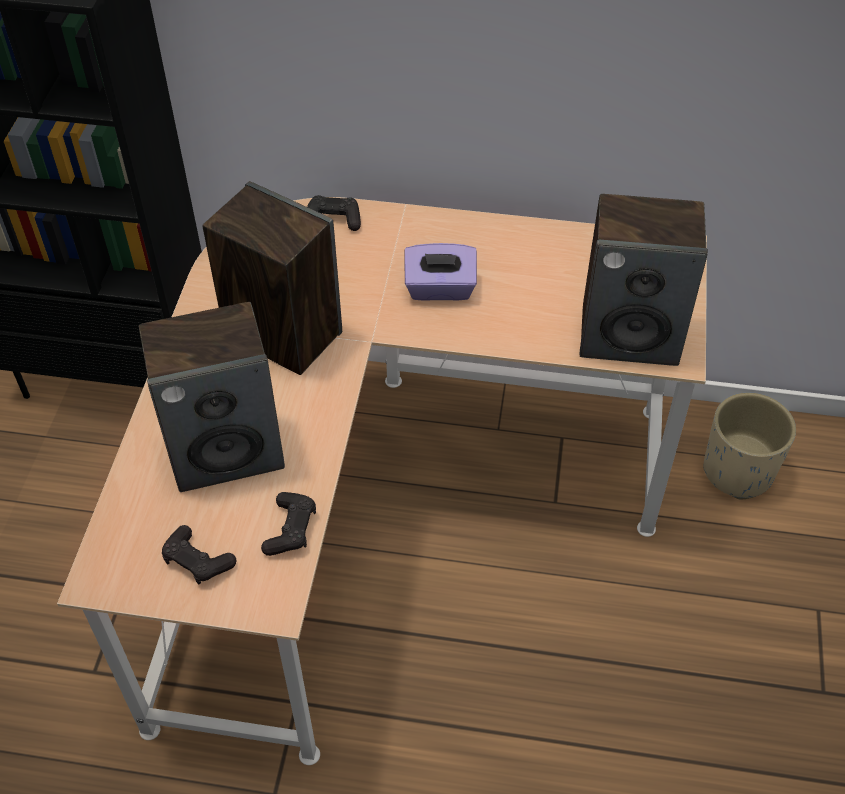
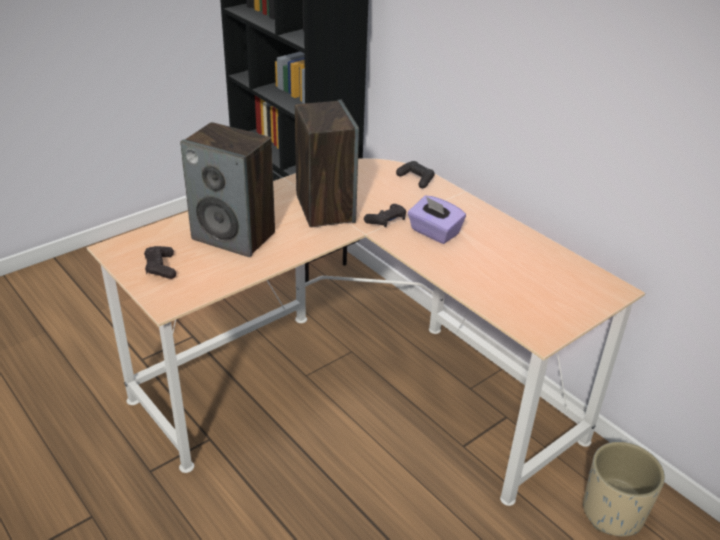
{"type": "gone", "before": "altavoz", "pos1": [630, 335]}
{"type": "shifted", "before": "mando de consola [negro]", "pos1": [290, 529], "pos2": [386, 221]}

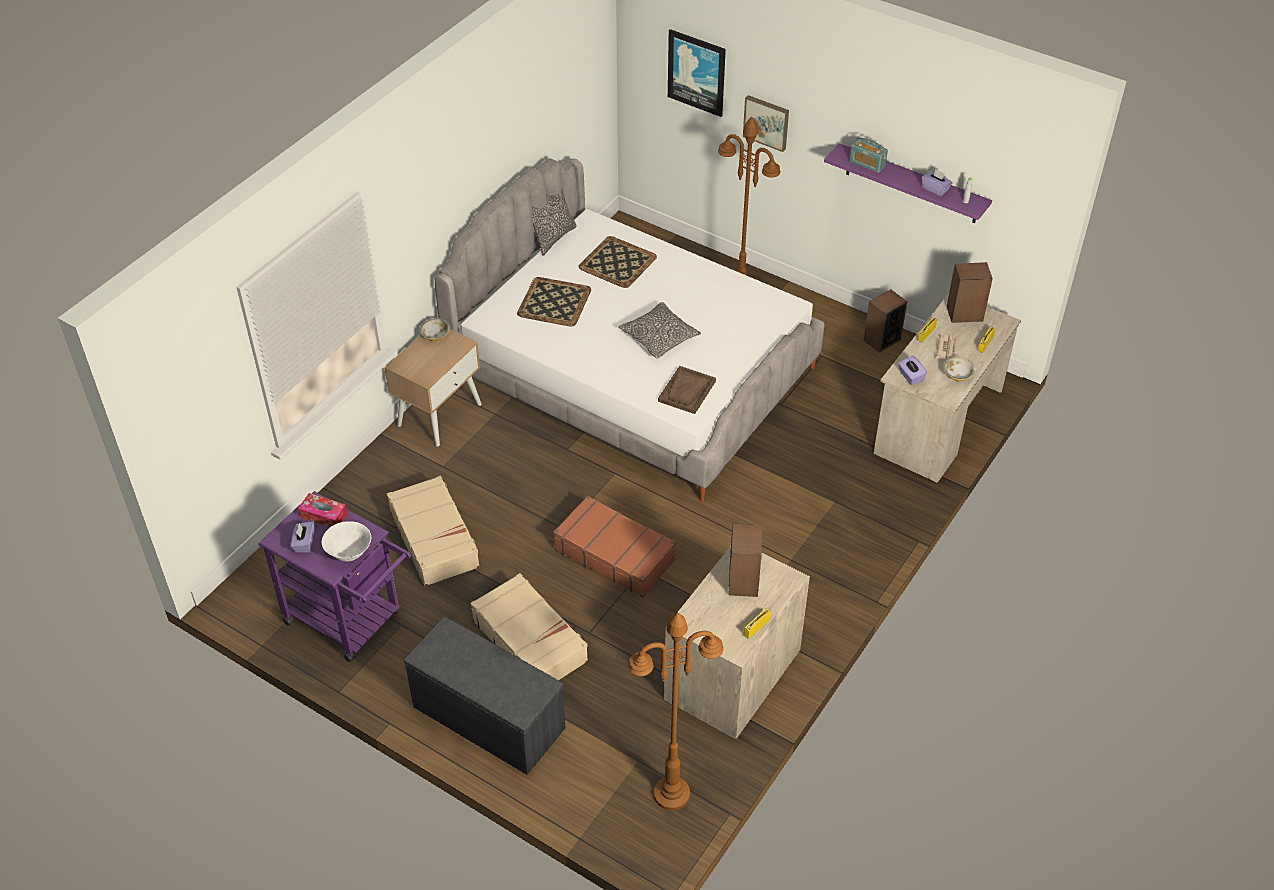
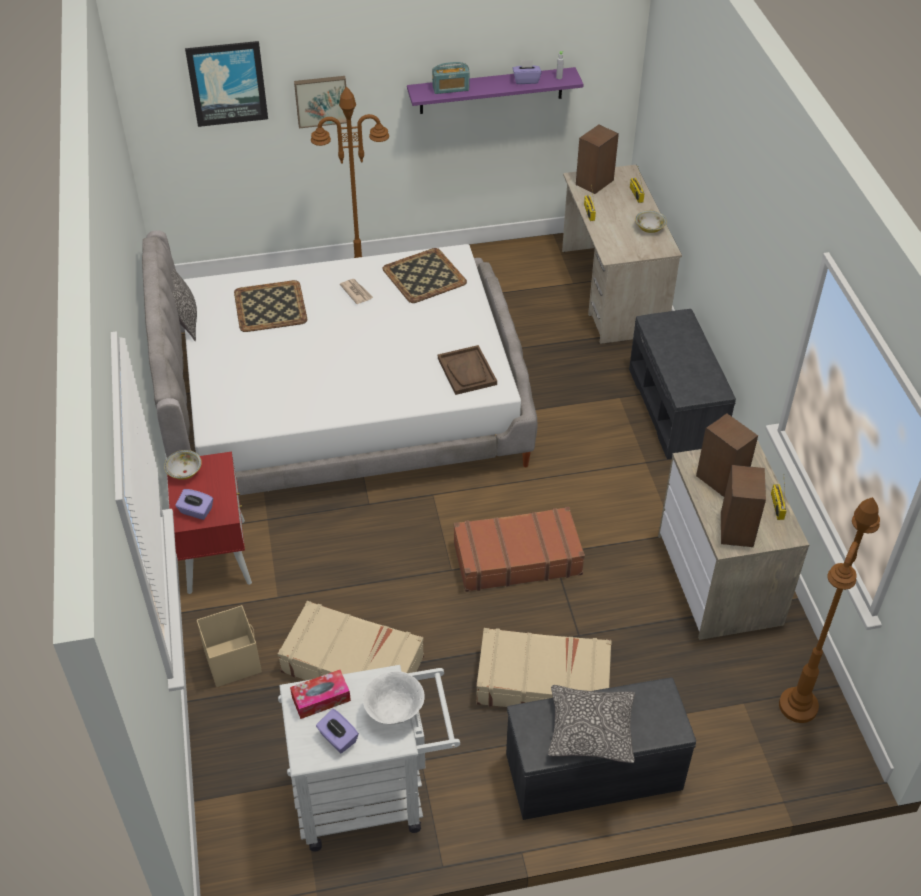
{"type": "new", "after": "caja de almacenaje [beis]", "pos2": [232, 660]}
{"type": "new", "after": "banco [gris]", "pos2": [676, 409]}
{"type": "shifted", "before": "bandeja", "pos1": [554, 301], "pos2": [423, 276]}
{"type": "shifted", "before": "cojín", "pos1": [659, 337], "pos2": [590, 730]}
{"type": "shifted", "before": "altavoz", "pos1": [881, 340], "pos2": [736, 529]}
{"type": "shifted", "before": "caja de pañuelos [morado]", "pos1": [910, 376], "pos2": [196, 511]}
{"type": "shifted", "before": "periódico", "pos1": [946, 348], "pos2": [356, 292]}
{"type": "repainted", "before": "carrito [morado]", "after": "carrito [blanco]", "pos1": [350, 621], "pos2": [371, 796]}
{"type": "repainted", "before": "mesita de noche [beis]", "after": "mesita de noche [rojo]", "pos1": [439, 414], "pos2": [216, 555]}

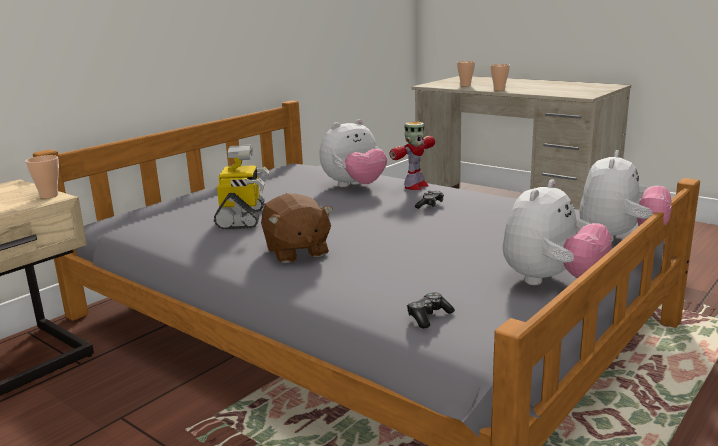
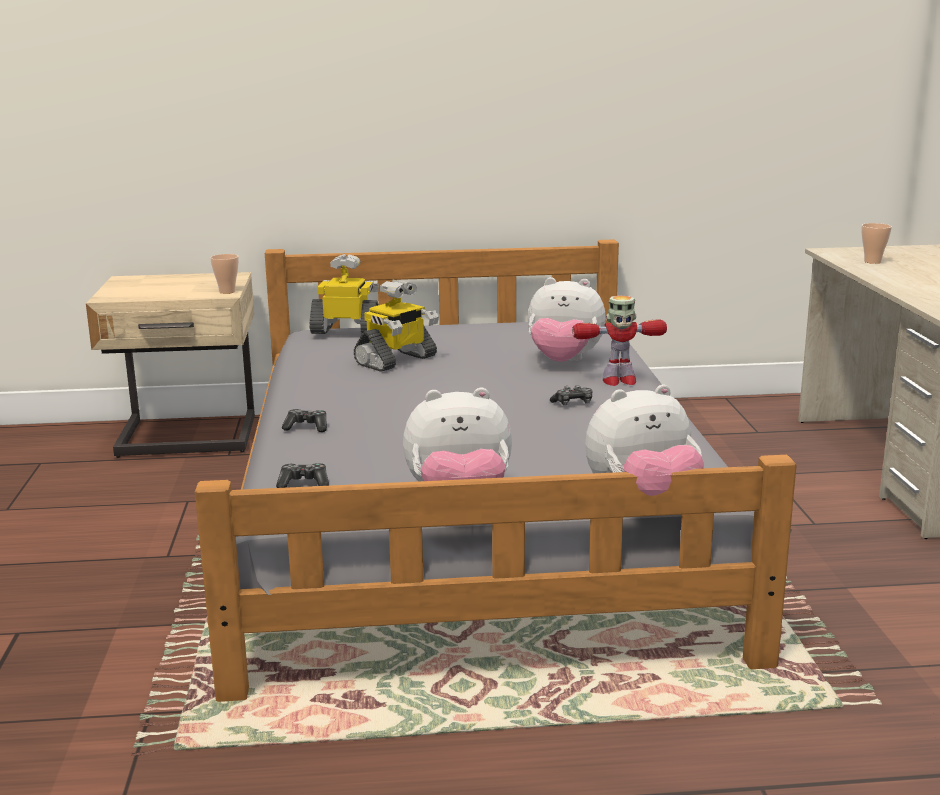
{"type": "gone", "before": "peluche [marrón]", "pos1": [296, 252]}
{"type": "gone", "before": "taza", "pos1": [499, 90]}
{"type": "new", "after": "mando de consola", "pos2": [307, 427]}
{"type": "new", "after": "robot de juguete", "pos2": [347, 330]}

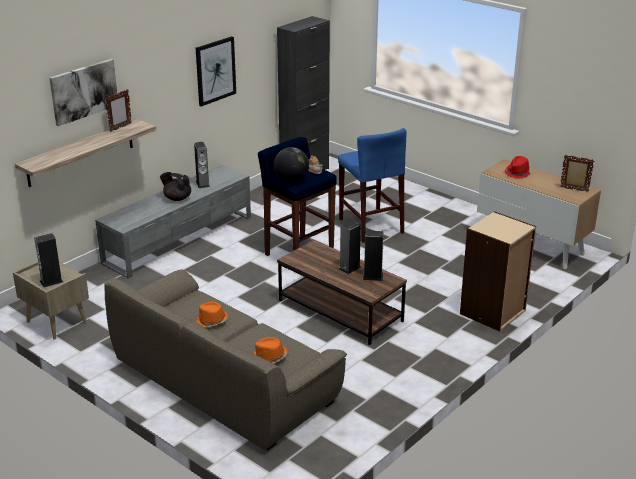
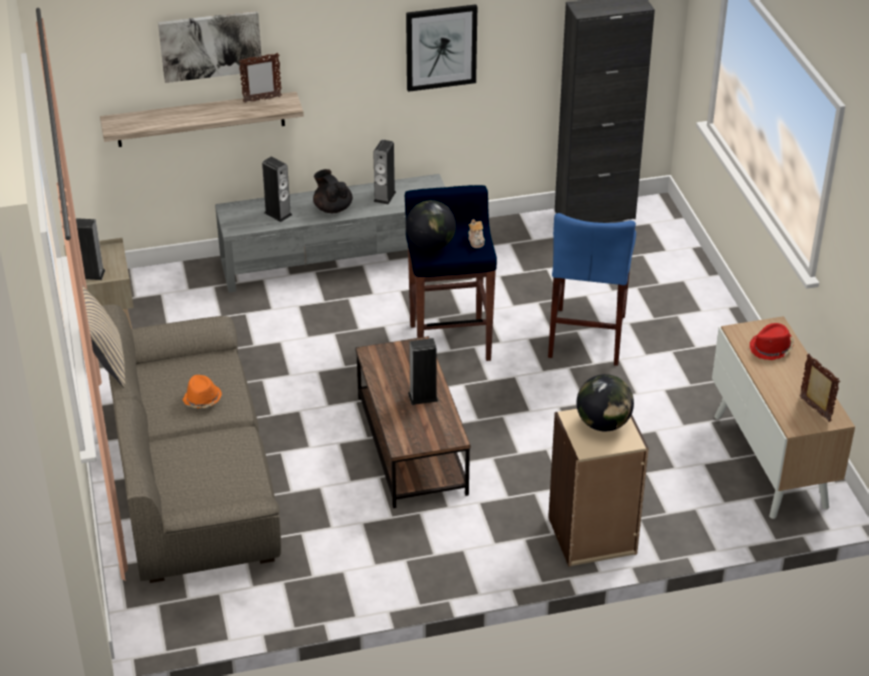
{"type": "gone", "before": "sombrero [naranja]", "pos1": [269, 358]}
{"type": "new", "after": "cojín [beis]", "pos2": [106, 364]}
{"type": "new", "after": "globo terráqueo", "pos2": [603, 424]}
{"type": "shifted", "before": "altavoz", "pos1": [372, 276], "pos2": [278, 214]}

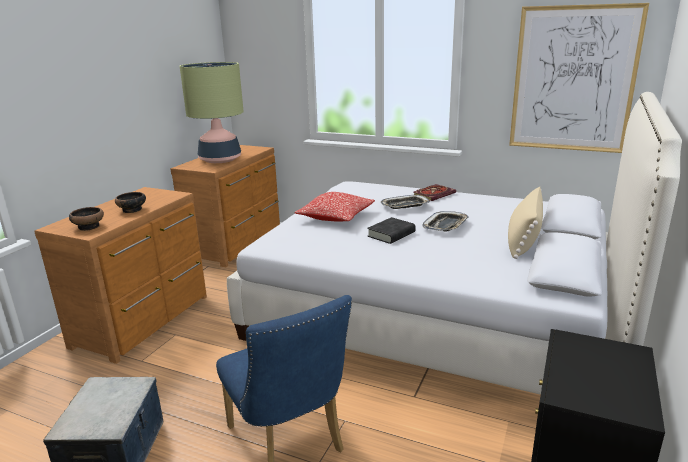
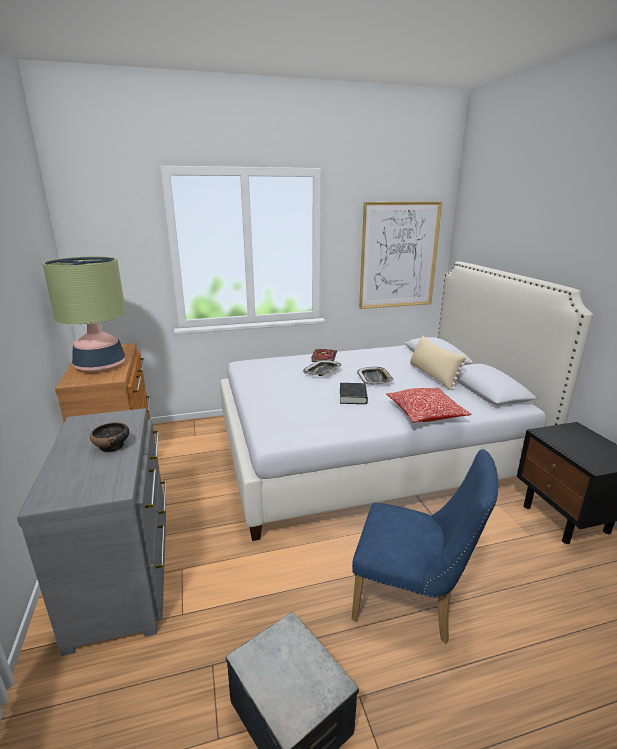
{"type": "gone", "before": "cuenco", "pos1": [89, 226]}
{"type": "shifted", "before": "cojín", "pos1": [336, 217], "pos2": [425, 414]}
{"type": "repainted", "before": "cómoda [marrón]", "after": "cómoda [gris]", "pos1": [145, 321], "pos2": [125, 572]}

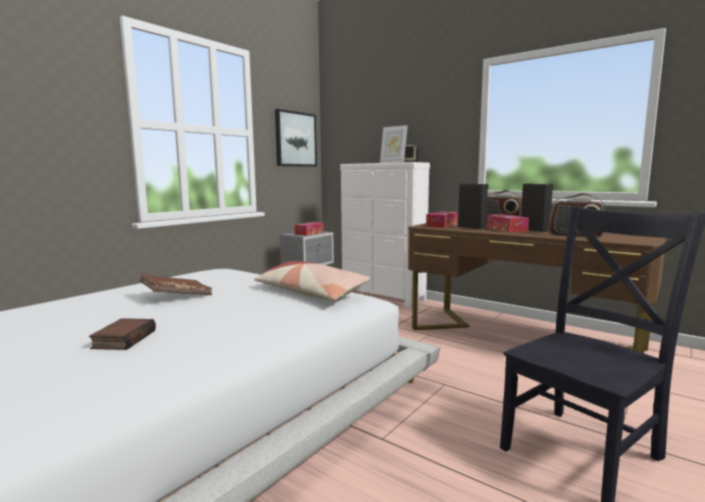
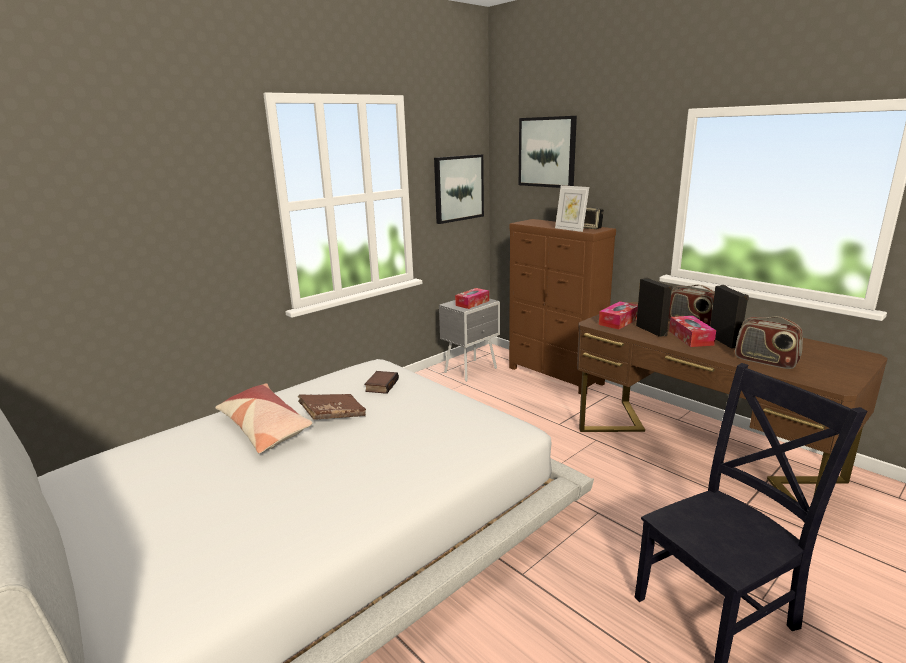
{"type": "new", "after": "cuadro", "pos2": [547, 152]}
{"type": "shifted", "before": "libro", "pos1": [123, 339], "pos2": [381, 385]}
{"type": "shifted", "before": "cojín", "pos1": [311, 293], "pos2": [264, 428]}
{"type": "repainted", "before": "cómoda [blanco]", "after": "cómoda [marrón]", "pos1": [382, 297], "pos2": [554, 376]}

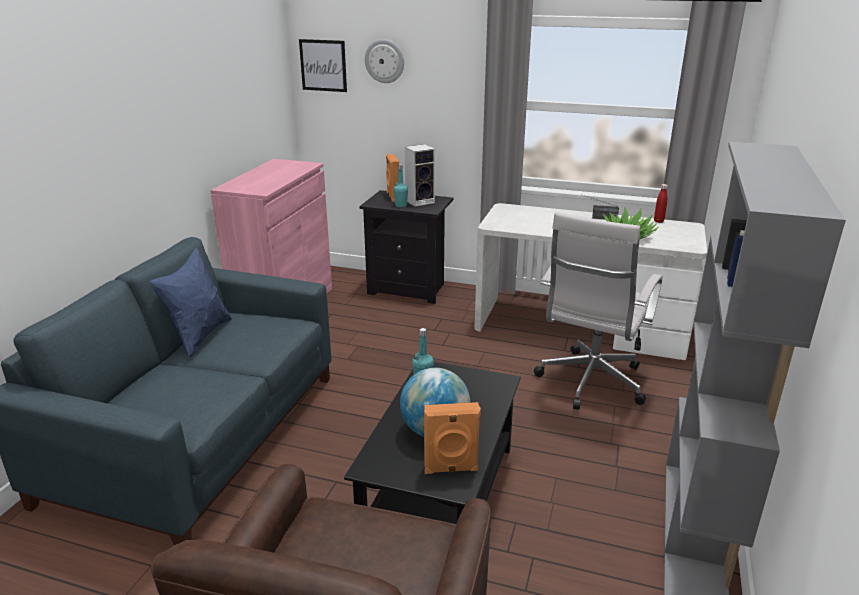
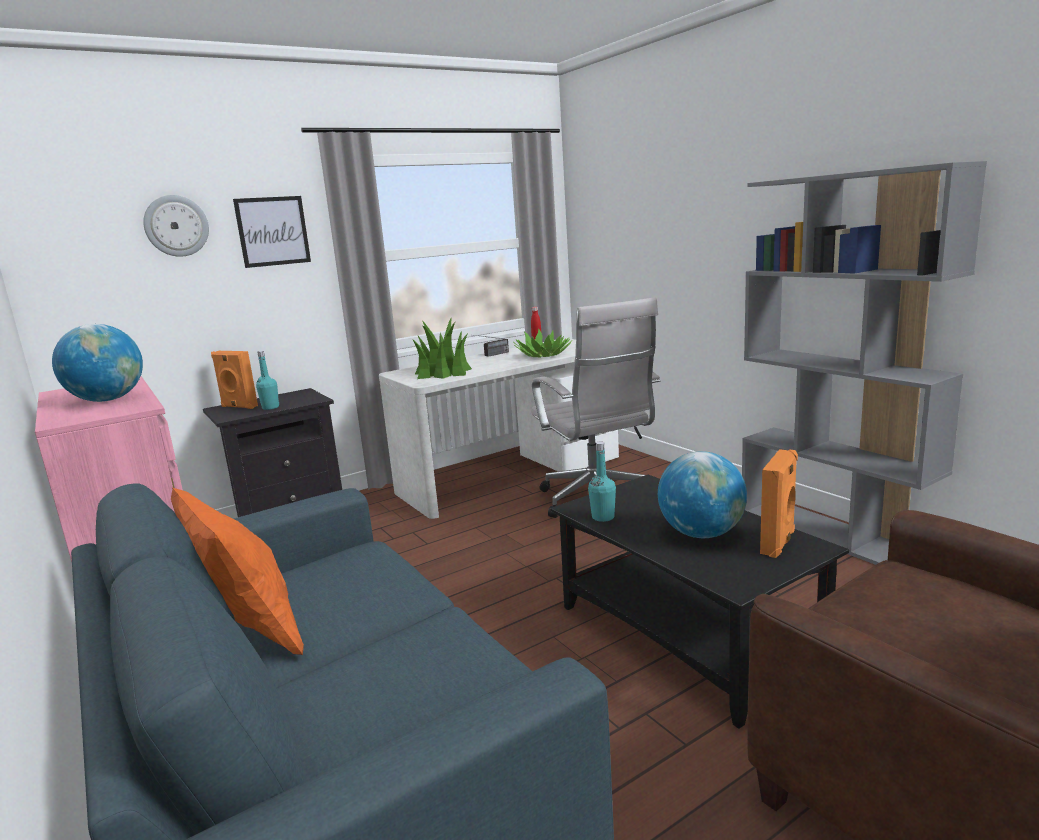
{"type": "gone", "before": "altavoz", "pos1": [420, 201]}
{"type": "new", "after": "globo terráqueo", "pos2": [107, 400]}
{"type": "new", "after": "planta en maceta", "pos2": [443, 371]}
{"type": "shifted", "before": "cuadro", "pos1": [323, 65], "pos2": [273, 231]}
{"type": "repainted", "before": "cojín [azul]", "after": "cojín [naranja]", "pos1": [199, 336], "pos2": [249, 634]}

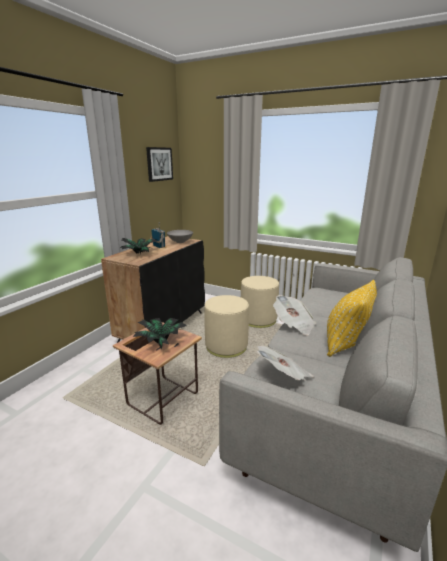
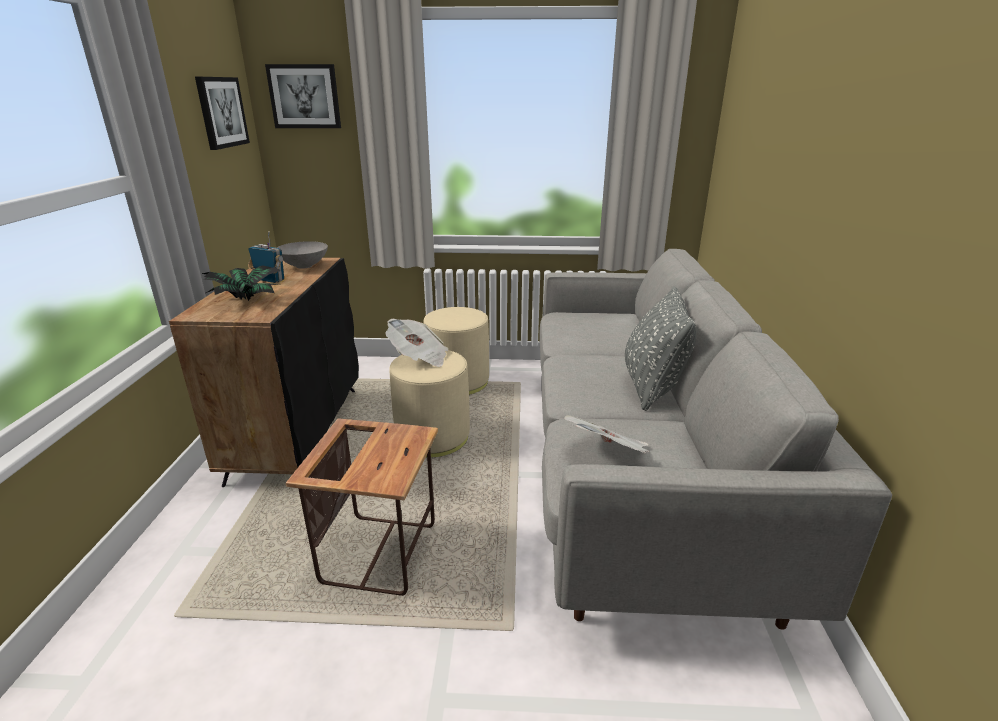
{"type": "gone", "before": "planta en maceta", "pos1": [162, 342]}
{"type": "new", "after": "cuadro", "pos2": [304, 96]}
{"type": "shifted", "before": "periódico", "pos1": [294, 325], "pos2": [419, 357]}
{"type": "repainted", "before": "cojín [amarillo]", "after": "cojín [gris]", "pos1": [346, 343], "pos2": [652, 387]}

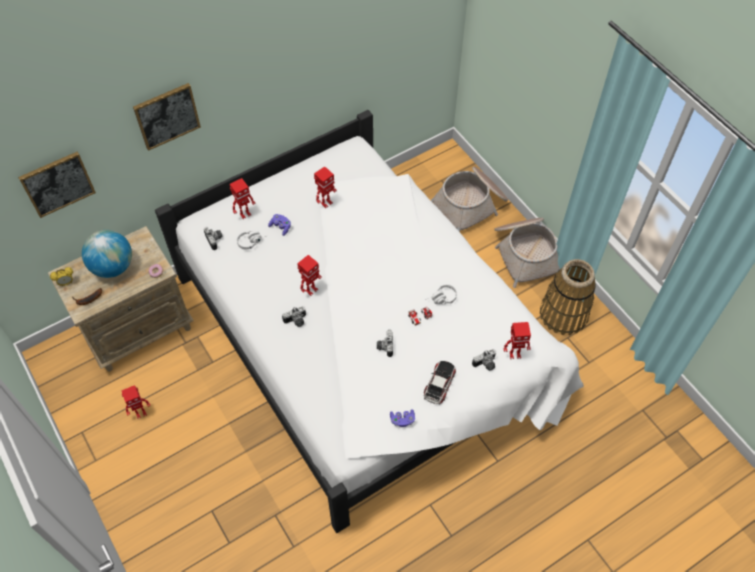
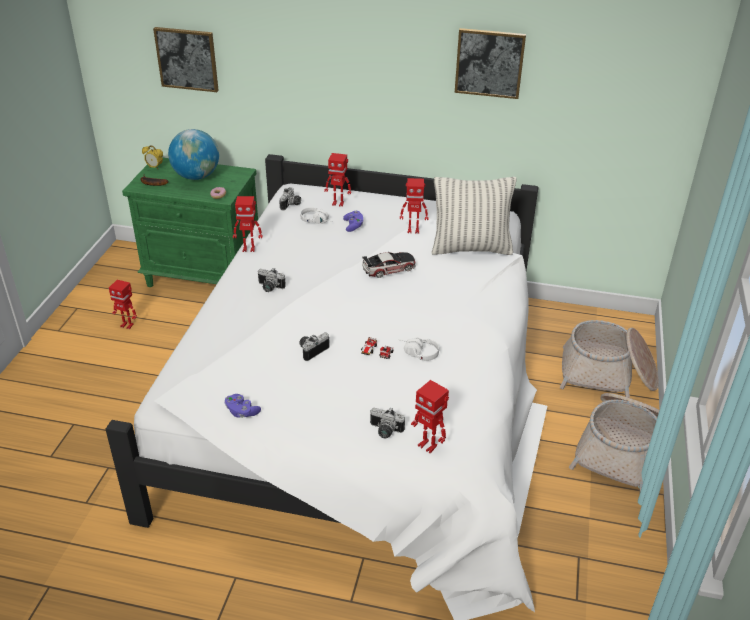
{"type": "gone", "before": "cesta", "pos1": [564, 314]}
{"type": "new", "after": "cojín", "pos2": [471, 248]}
{"type": "shifted", "before": "cuadro", "pos1": [167, 116], "pos2": [489, 63]}
{"type": "shifted", "before": "robot de juguete", "pos1": [311, 290], "pos2": [249, 249]}
{"type": "shifted", "before": "coche de juguete", "pos1": [439, 384], "pos2": [389, 268]}
{"type": "repainted", "before": "mesita de noche [beis]", "after": "mesita de noche [verde]", "pos1": [139, 328], "pos2": [205, 275]}

